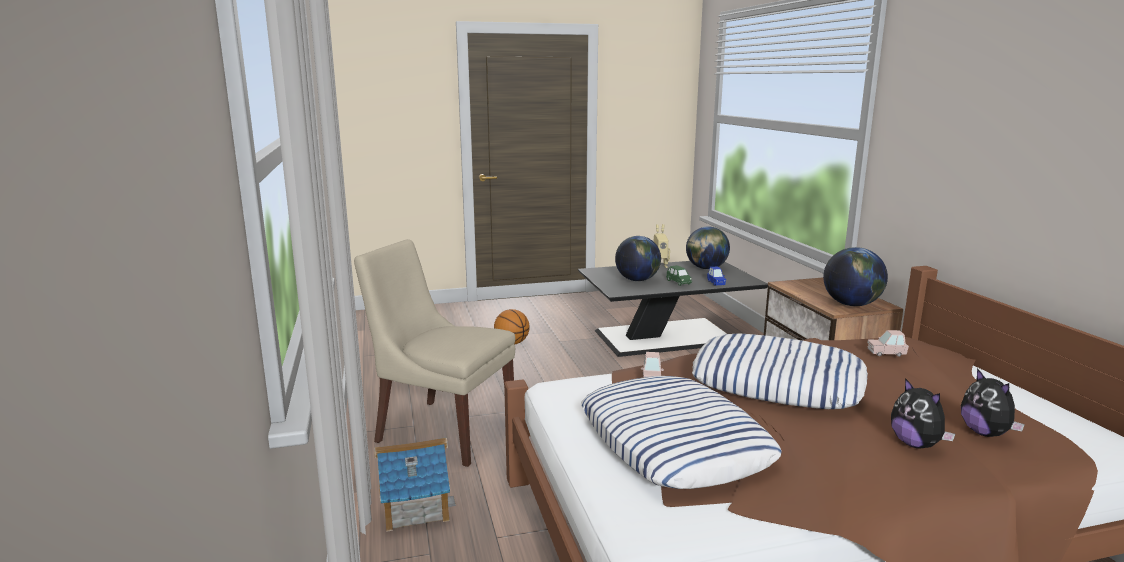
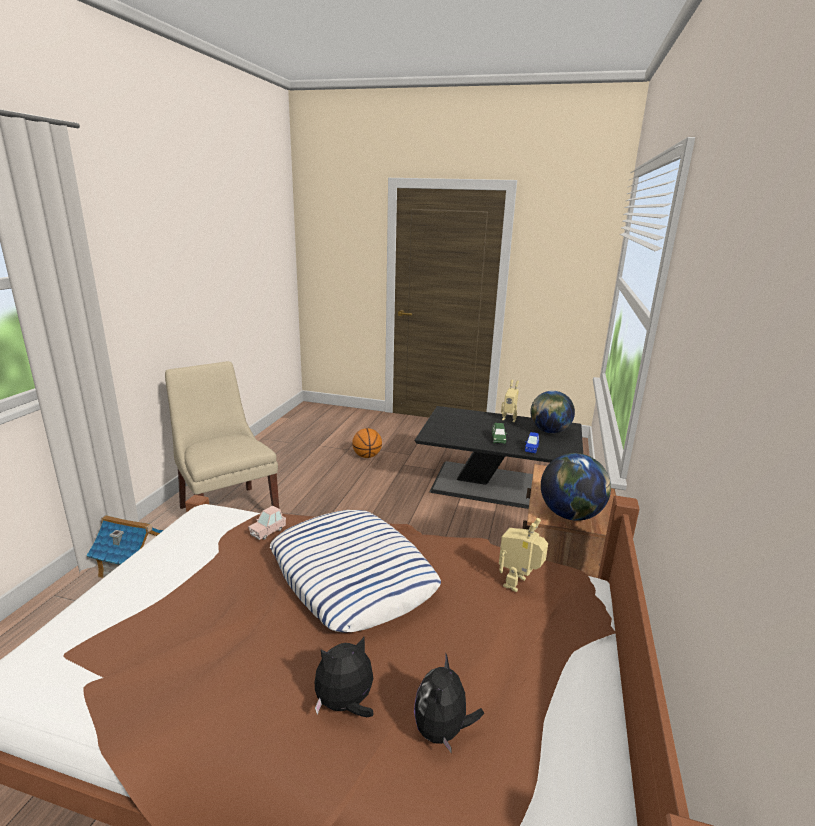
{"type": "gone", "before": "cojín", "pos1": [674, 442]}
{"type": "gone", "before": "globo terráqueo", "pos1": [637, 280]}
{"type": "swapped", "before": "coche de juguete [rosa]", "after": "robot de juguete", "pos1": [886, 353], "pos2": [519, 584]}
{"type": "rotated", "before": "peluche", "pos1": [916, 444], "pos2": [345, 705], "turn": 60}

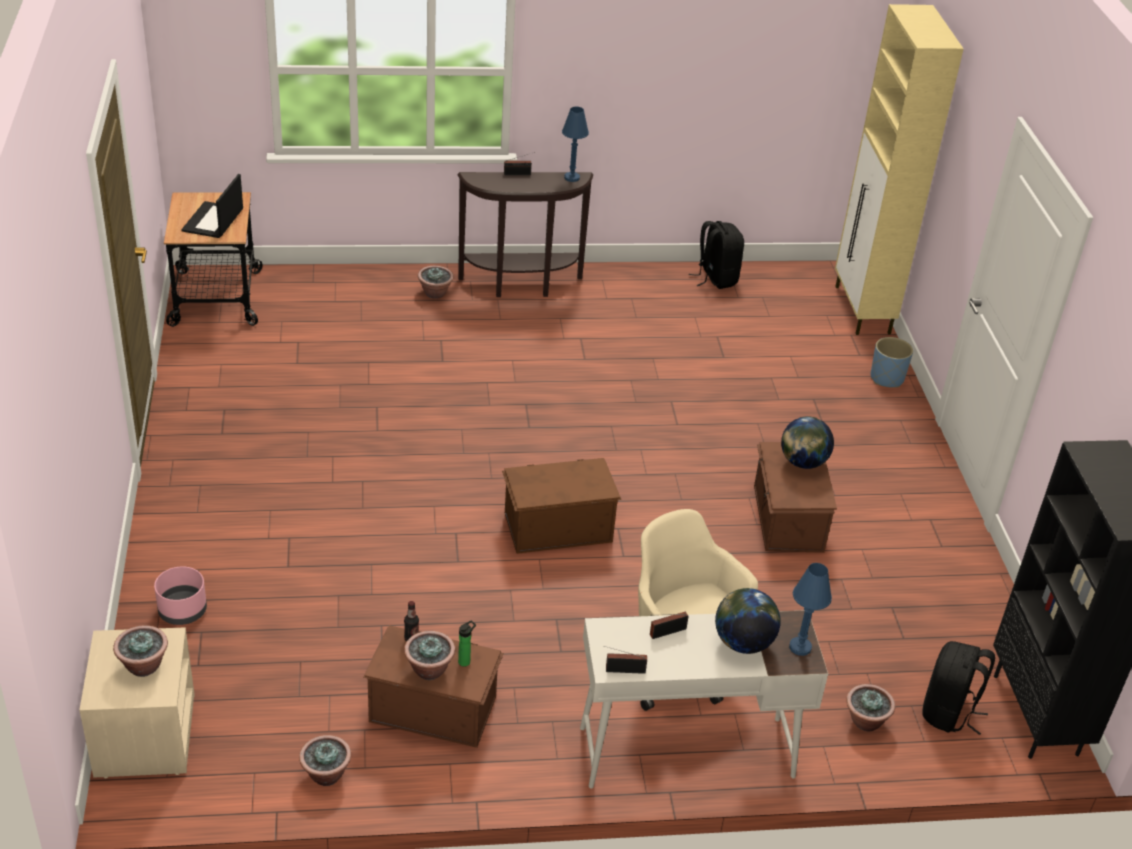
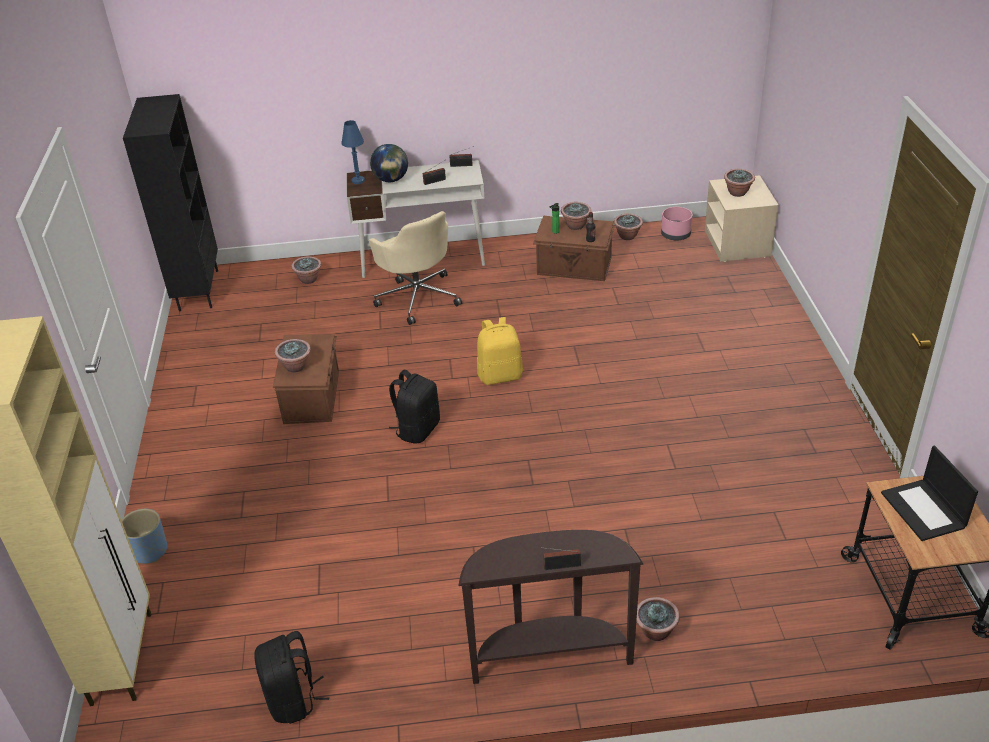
{"type": "gone", "before": "lámpara de mesa [azul]", "pos1": [572, 178]}
{"type": "shifted", "before": "maceta [rosa]", "pos1": [183, 610], "pos2": [675, 235]}
{"type": "shifted", "before": "mochila [negro]", "pos1": [948, 713], "pos2": [417, 429]}
{"type": "swapped", "before": "caja de almacenaje [marrón]", "after": "mochila [amarillo]", "pos1": [557, 526], "pos2": [500, 375]}
{"type": "swapped", "before": "globo terráqueo", "after": "planta en maceta", "pos1": [803, 462], "pos2": [296, 366]}
{"type": "rotated", "before": "portátil", "pos1": [213, 221], "pos2": [924, 510], "turn": 150}

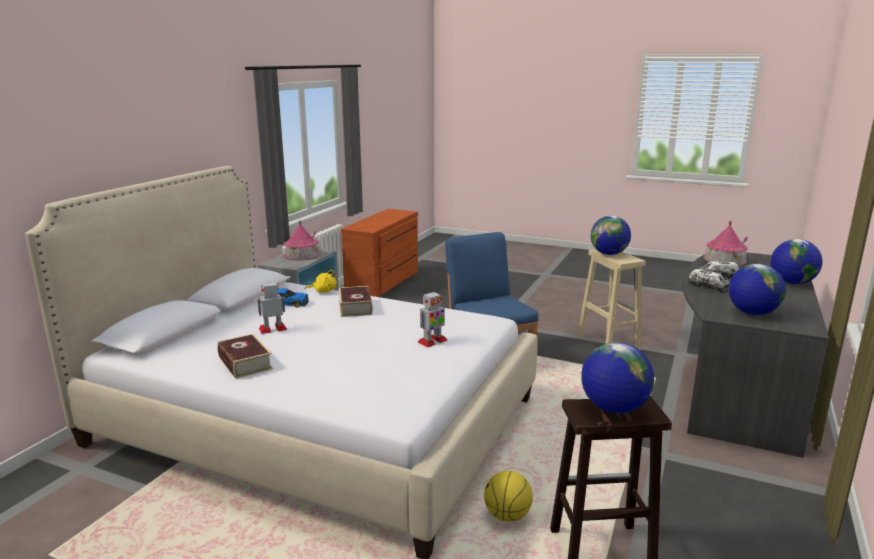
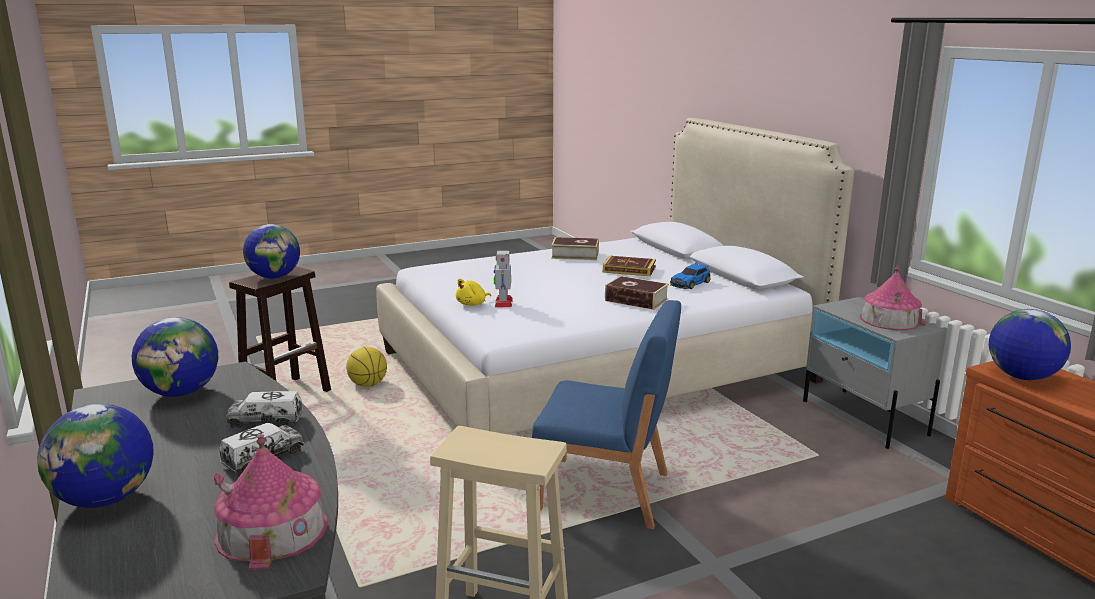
{"type": "shifted", "before": "peluche [amarillo]", "pos1": [323, 291], "pos2": [472, 304]}
{"type": "shifted", "before": "globo terráqueo", "pos1": [609, 254], "pos2": [1021, 377]}
{"type": "swapped", "before": "robot de juguete", "after": "libro", "pos1": [273, 329], "pos2": [629, 269]}

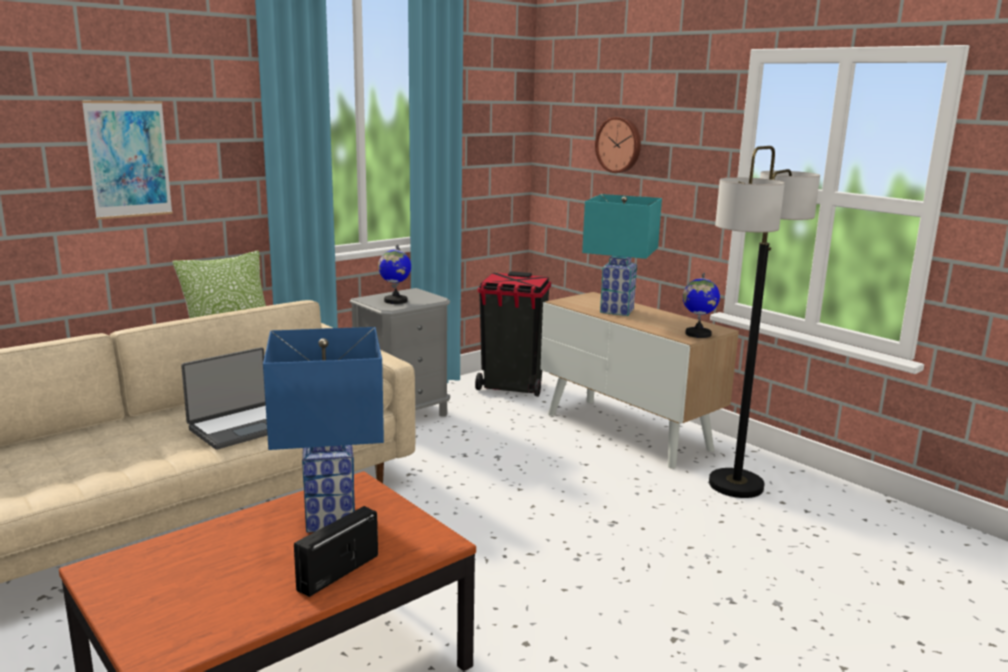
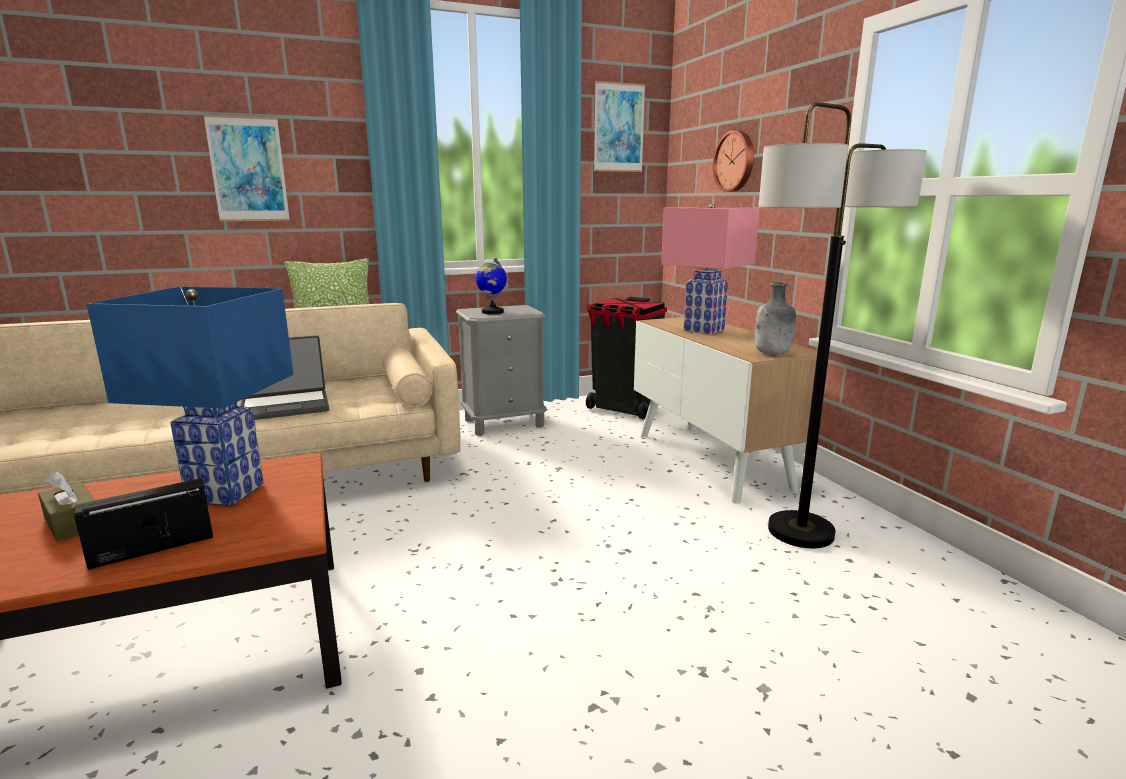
{"type": "new", "after": "caja de pañuelos [marrón]", "pos2": [73, 523]}
{"type": "new", "after": "cuadro", "pos2": [618, 128]}
{"type": "swapped", "before": "globo terráqueo", "after": "botella [gris]", "pos1": [697, 334], "pos2": [772, 353]}
{"type": "repainted", "before": "lámpara de mesa [turquesa]", "after": "lámpara de mesa [rosa]", "pos1": [617, 311], "pos2": [704, 330]}

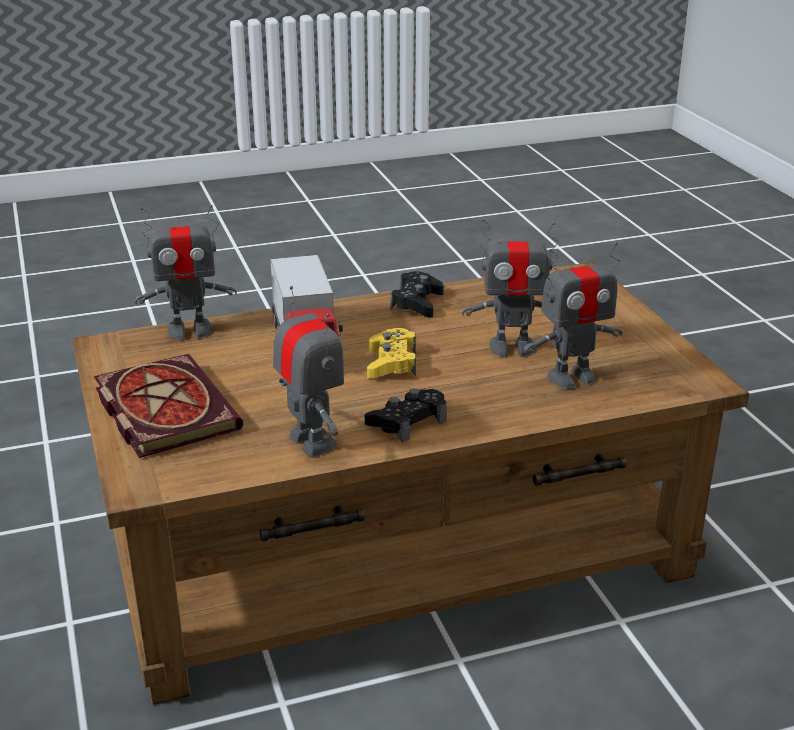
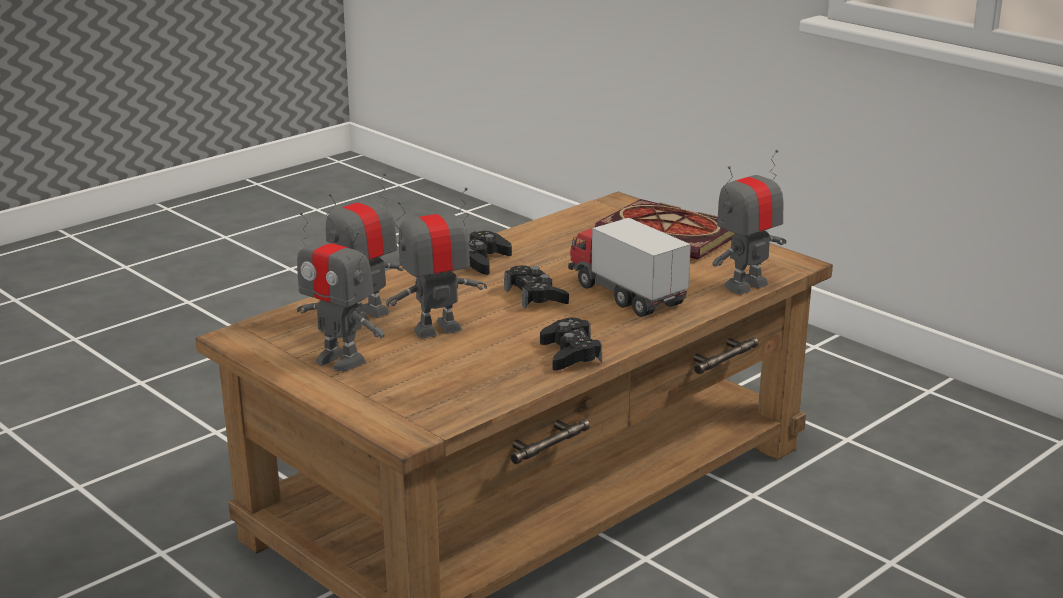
{"type": "shifted", "before": "robot de juguete", "pos1": [311, 442], "pos2": [340, 360]}
{"type": "repainted", "before": "mando de consola [amarillo]", "after": "mando de consola [negro]", "pos1": [391, 363], "pos2": [535, 296]}

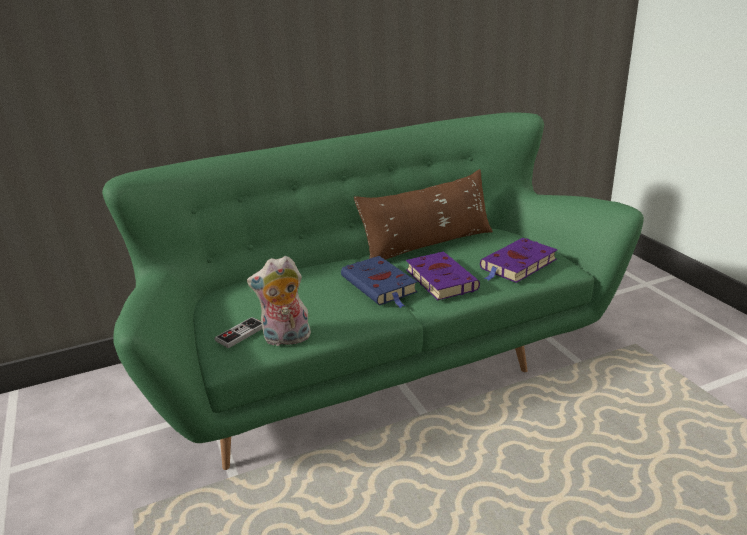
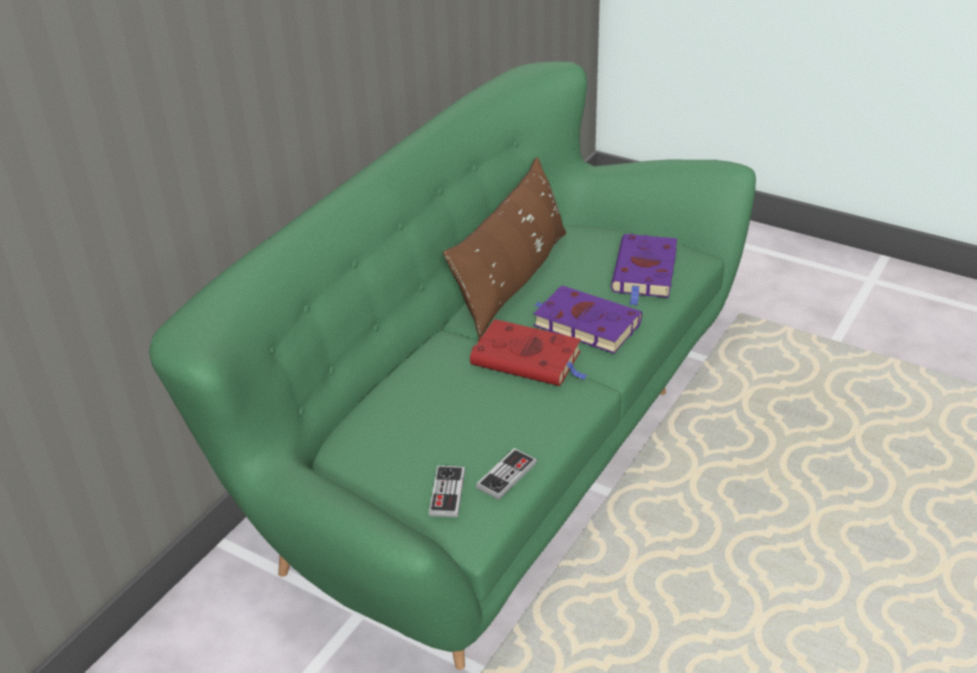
{"type": "swapped", "before": "peluche", "after": "mando de consola", "pos1": [286, 339], "pos2": [506, 475]}
{"type": "repainted", "before": "libro [azul]", "after": "libro [rojo]", "pos1": [380, 286], "pos2": [529, 359]}

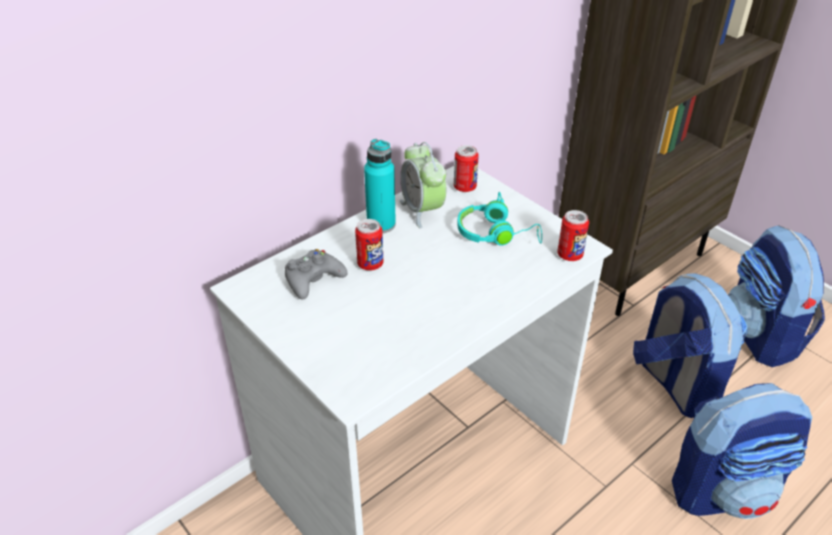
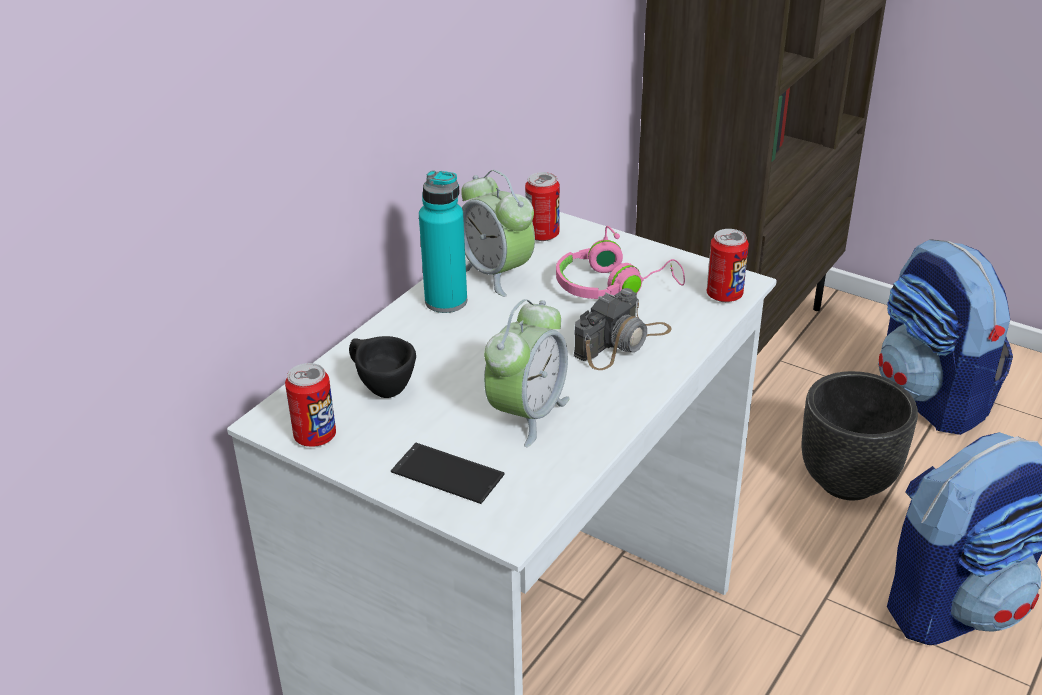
{"type": "new", "after": "móvil", "pos2": [447, 474]}
{"type": "new", "after": "despertador", "pos2": [527, 414]}
{"type": "new", "after": "cámara", "pos2": [622, 342]}
{"type": "shifted", "before": "lata", "pos1": [370, 264], "pos2": [315, 437]}
{"type": "swapped", "before": "mando de consola [gris]", "after": "taza [negro]", "pos1": [313, 279], "pos2": [380, 389]}
{"type": "swapped", "before": "mochila", "after": "maceta [negro]", "pos1": [675, 384], "pos2": [845, 482]}
{"type": "repainted", "before": "auriculares [turquesa]", "after": "auriculares [rosa]", "pos1": [496, 234], "pos2": [613, 286]}

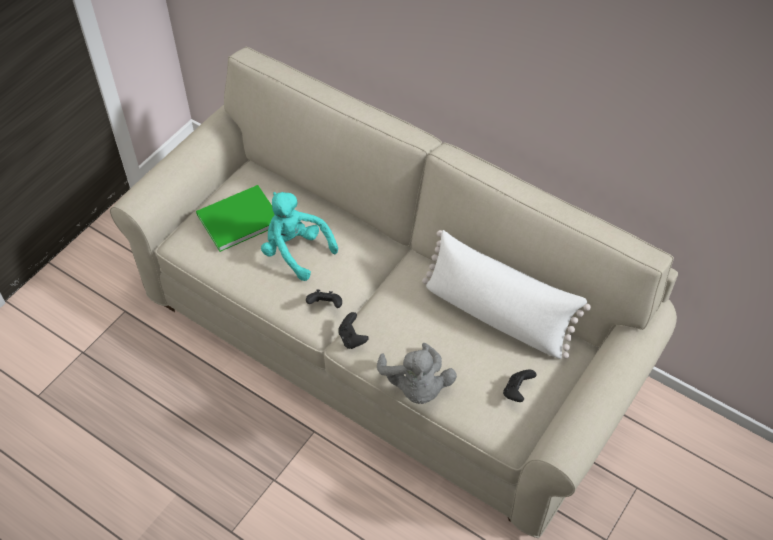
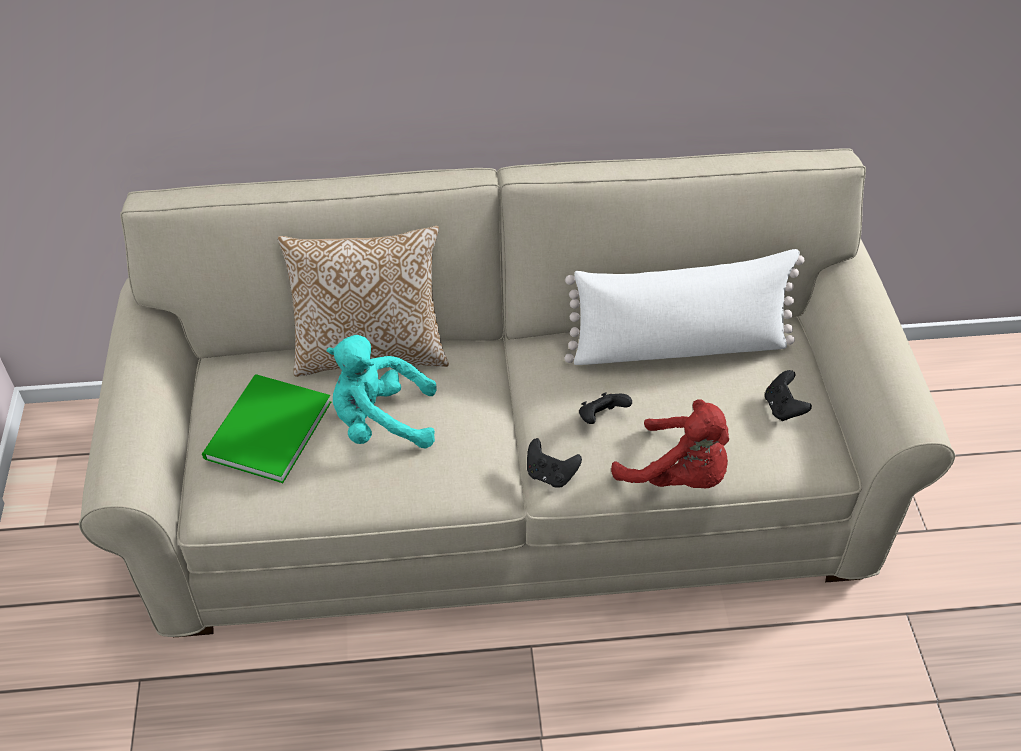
{"type": "new", "after": "cojín", "pos2": [371, 352]}
{"type": "shifted", "before": "mando de consola [negro]", "pos1": [325, 305], "pos2": [601, 418]}
{"type": "repainted", "before": "peluche [gris]", "after": "peluche [rojo]", "pos1": [416, 386], "pos2": [678, 475]}

